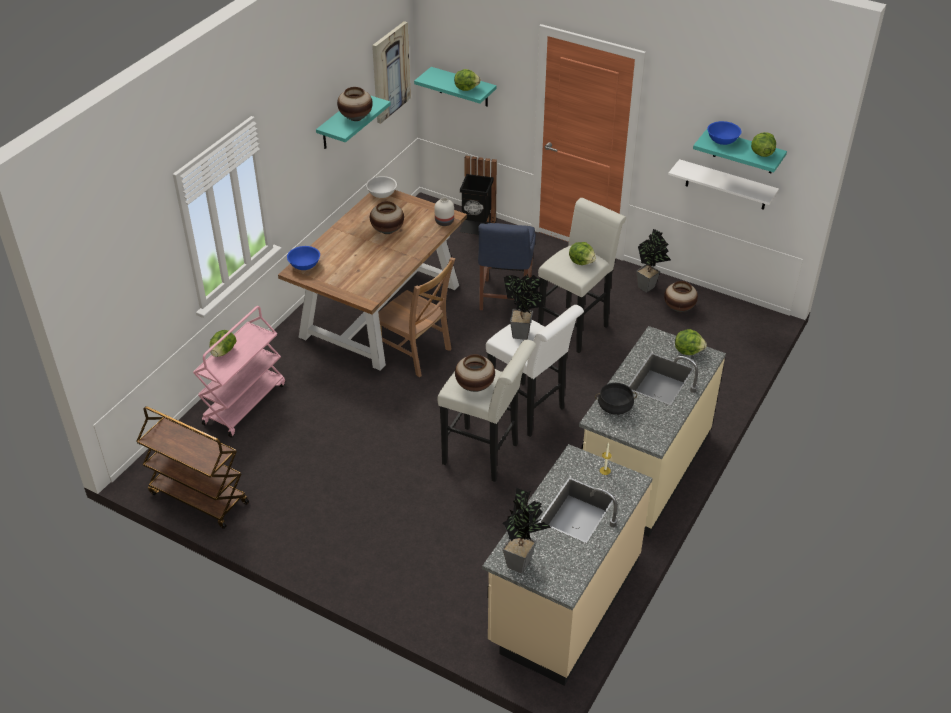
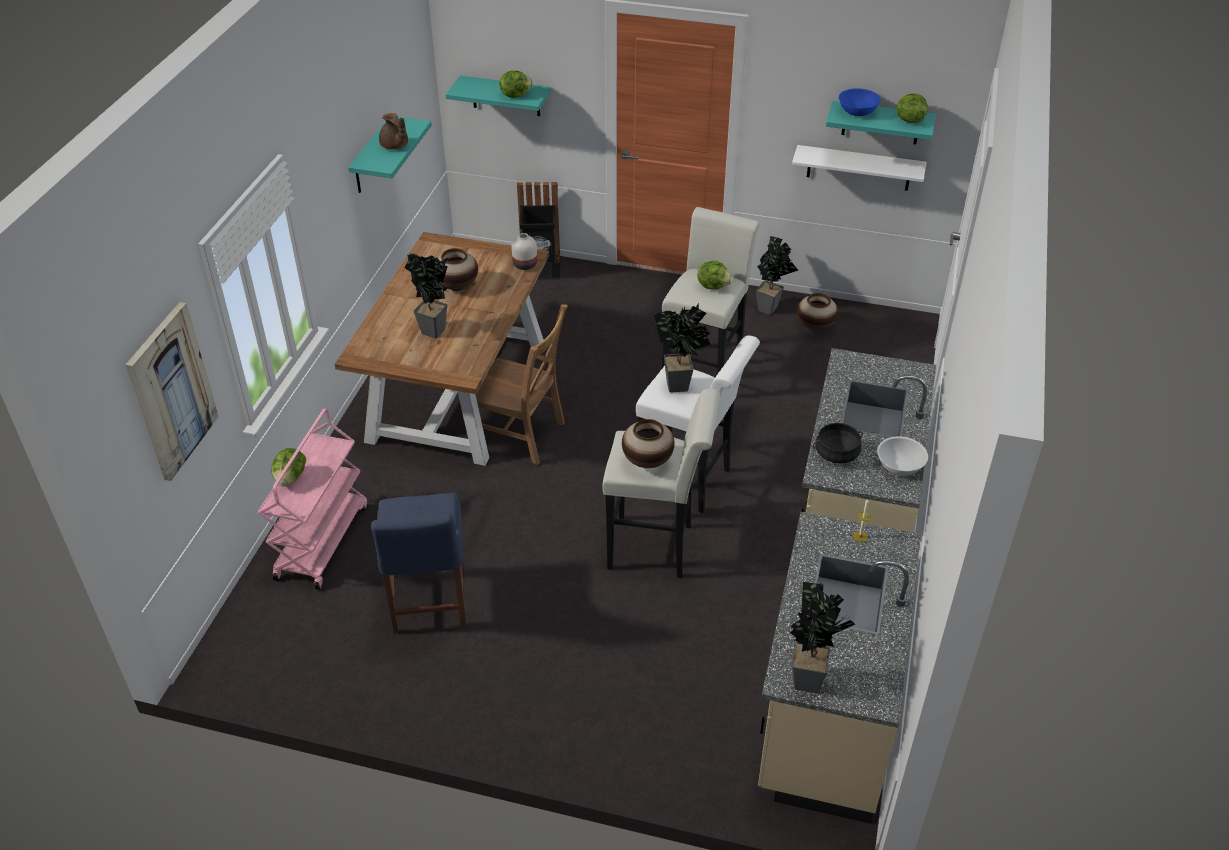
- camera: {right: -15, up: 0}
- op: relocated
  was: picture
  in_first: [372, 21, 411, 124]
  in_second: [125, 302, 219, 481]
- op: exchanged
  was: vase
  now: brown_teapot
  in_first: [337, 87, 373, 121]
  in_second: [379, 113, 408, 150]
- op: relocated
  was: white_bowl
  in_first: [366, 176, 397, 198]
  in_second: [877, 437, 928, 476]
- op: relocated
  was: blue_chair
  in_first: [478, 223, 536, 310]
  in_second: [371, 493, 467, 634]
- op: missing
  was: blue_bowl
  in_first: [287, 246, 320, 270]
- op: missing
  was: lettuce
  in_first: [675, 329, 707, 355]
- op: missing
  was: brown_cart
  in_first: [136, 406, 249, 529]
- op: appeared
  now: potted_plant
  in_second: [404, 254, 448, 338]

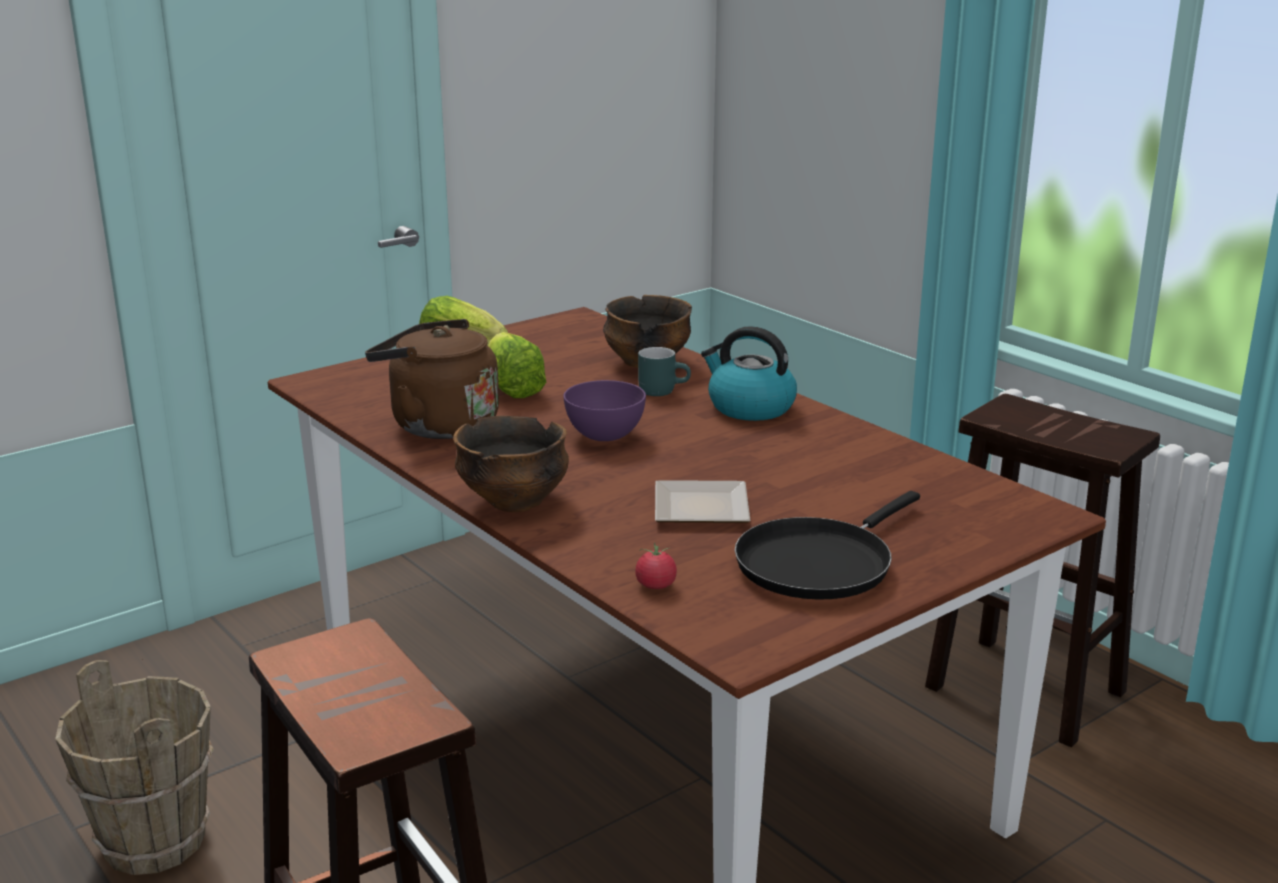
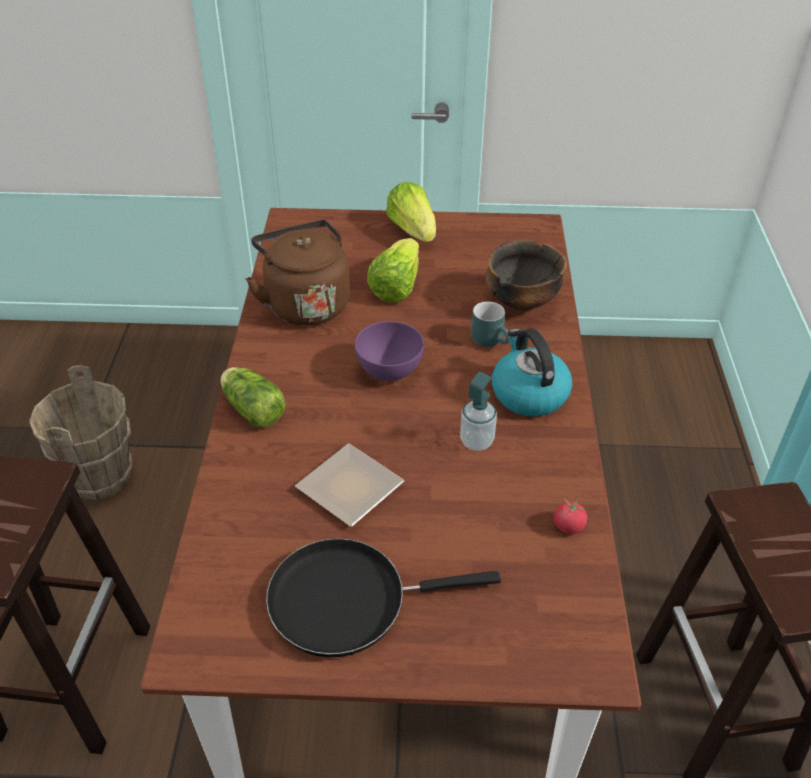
- camera: {right: 40, up: 20}
- op: exchanged
  was: bowl
  now: lettuce
  in_first: [453, 416, 569, 512]
  in_second: [221, 367, 286, 428]
- op: relocated
  was: tomato
  in_first: [635, 542, 677, 589]
  in_second: [554, 498, 587, 534]
- op: appeared
  now: soap_dispenser
  in_second: [460, 372, 497, 451]

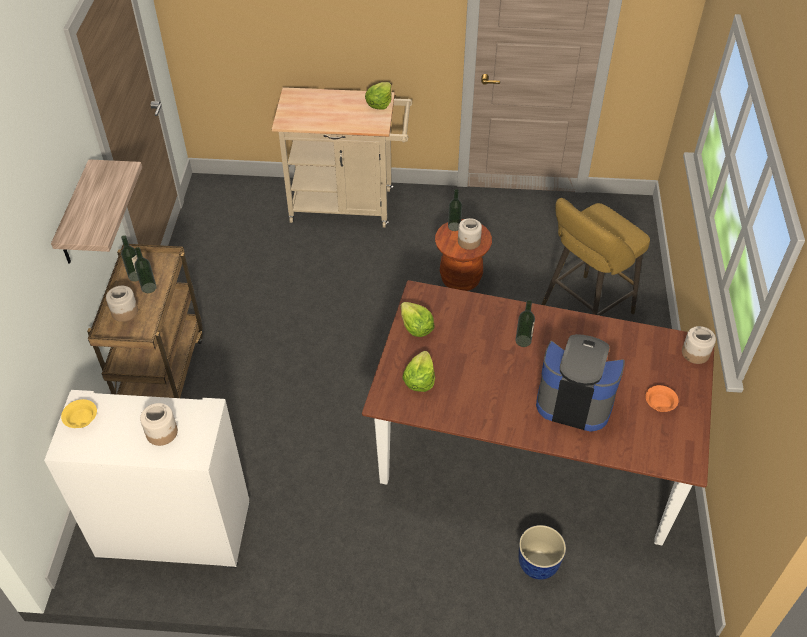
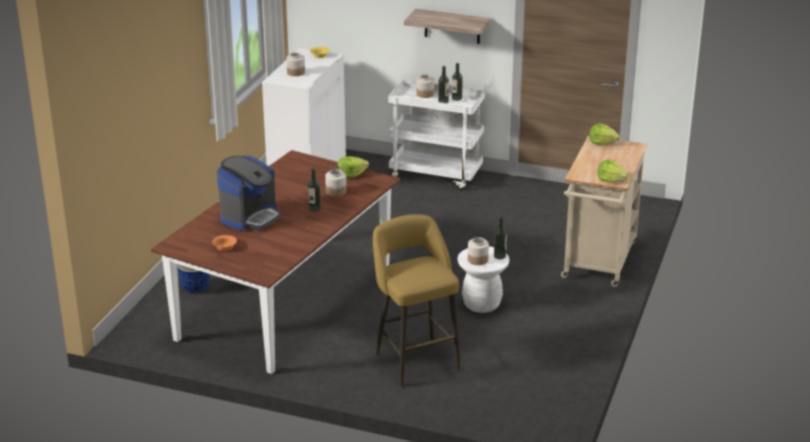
- camera: {right: 105, up: -20}
- op: colour
  was: brown_stool
  now: white_stool
  in_first: [435, 219, 492, 291]
  in_second: [457, 246, 510, 313]
- op: colour
  was: brown_cart
  now: white_cart
  in_first: [87, 244, 203, 398]
  in_second: [388, 79, 485, 190]
- op: relocated
  was: jar
  in_first: [682, 326, 716, 364]
  in_second: [325, 169, 346, 197]
- op: relocated
  was: lettuce
  in_first: [402, 351, 435, 392]
  in_second: [589, 124, 620, 145]

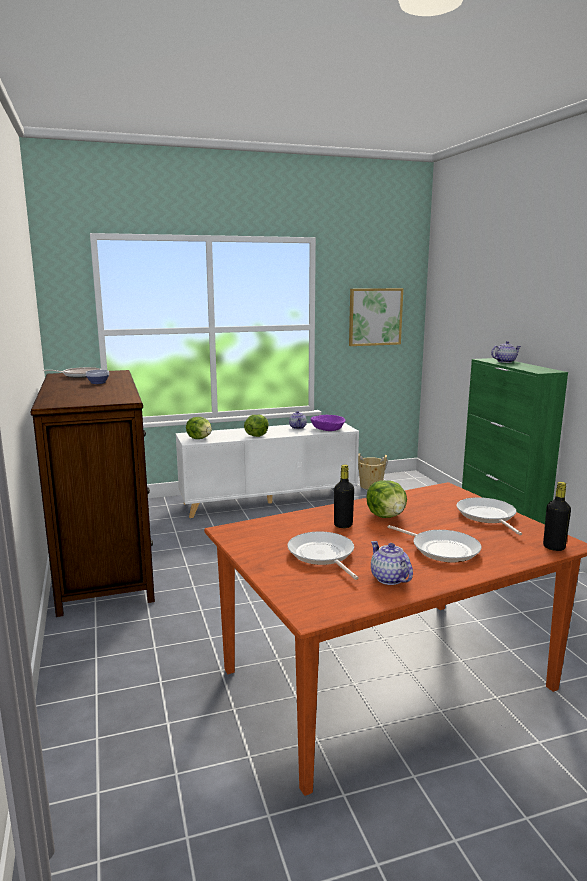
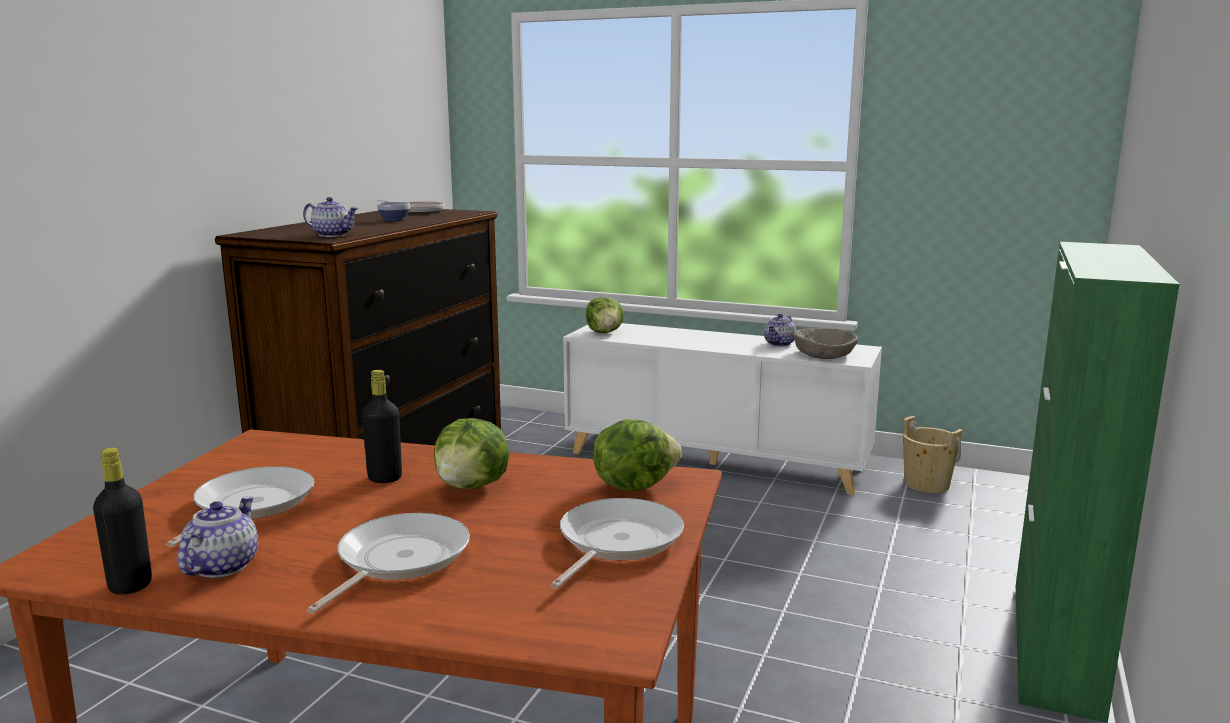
- camera: {right: 40, up: 0}
- op: missing
  was: picture
  in_first: [349, 288, 403, 346]
- op: relocated
  was: teapot
  in_first: [491, 341, 521, 363]
  in_second: [303, 197, 358, 237]
- op: relocated
  was: lettuce
  in_first: [244, 415, 269, 437]
  in_second: [593, 419, 682, 491]
- op: colour
  was: purple_bowl
  now: beige_bowl
  in_first: [311, 415, 345, 431]
  in_second: [793, 328, 858, 359]
- op: relocated
  was: black_bottle
  in_first: [543, 482, 571, 551]
  in_second: [93, 448, 152, 595]
- op: spun
  was: frying_pan
  in_first: [388, 525, 482, 563]
  in_second: [307, 513, 470, 614]
  clockwise: -150

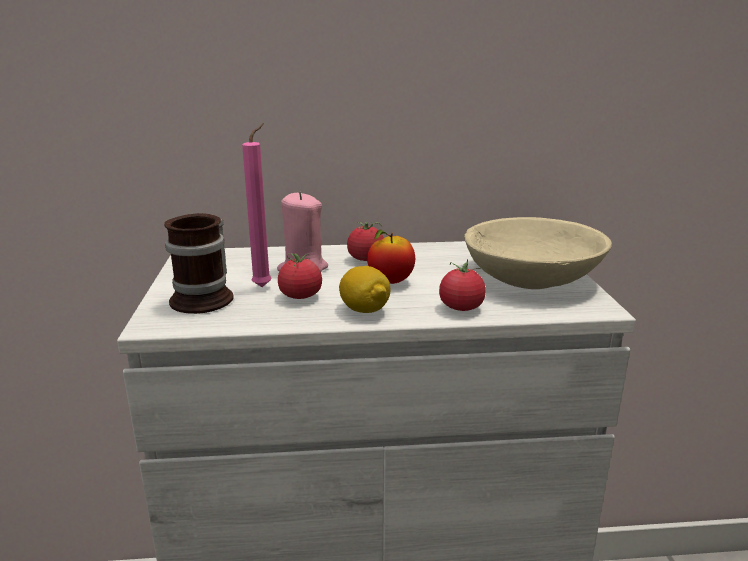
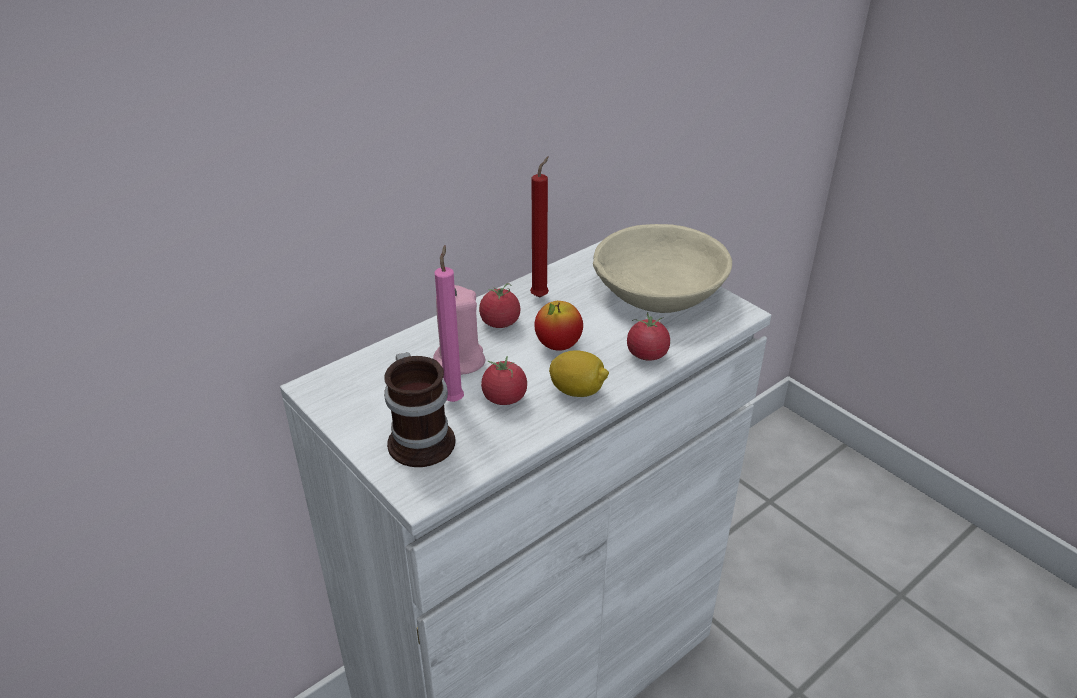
- camera: {right: -35, up: 15}
- op: appeared
  now: red_candle
  in_second: [530, 156, 549, 298]

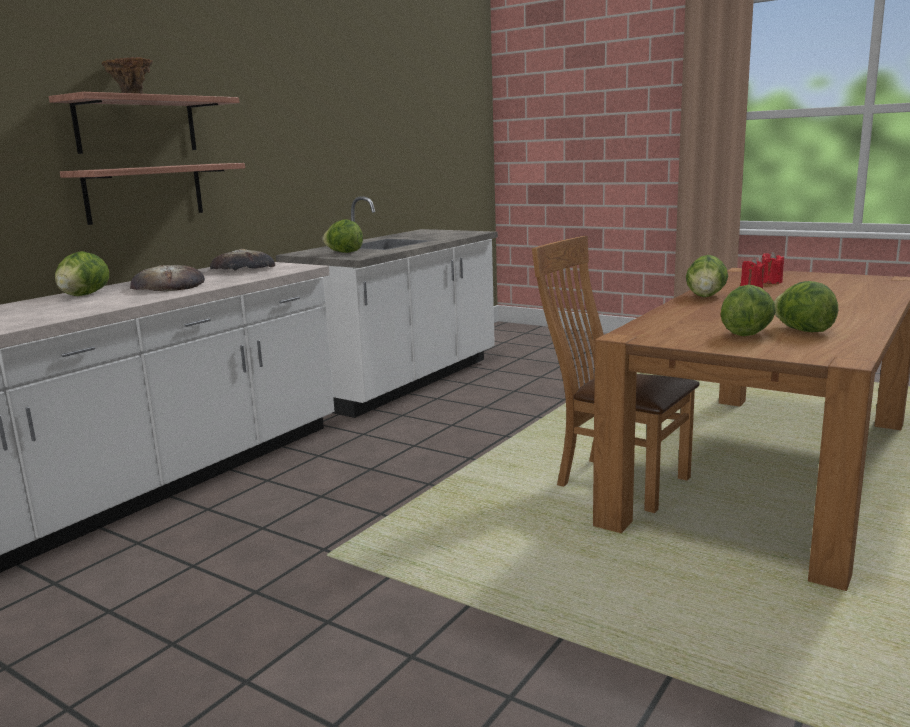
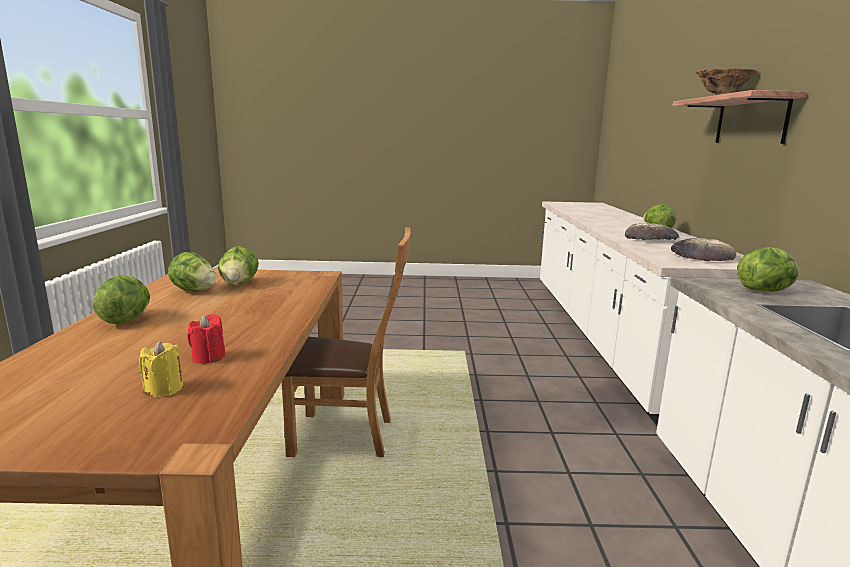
- camera: {right: 145, up: 0}
- op: missing
  was: shelf
  in_first: [60, 163, 245, 225]
- op: colour
  was: red_candle
  now: yellow_candle
  in_first: [762, 252, 784, 284]
  in_second: [139, 341, 183, 397]
- op: relocated
  was: lettuce
  in_first: [686, 255, 728, 297]
  in_second: [92, 275, 150, 324]

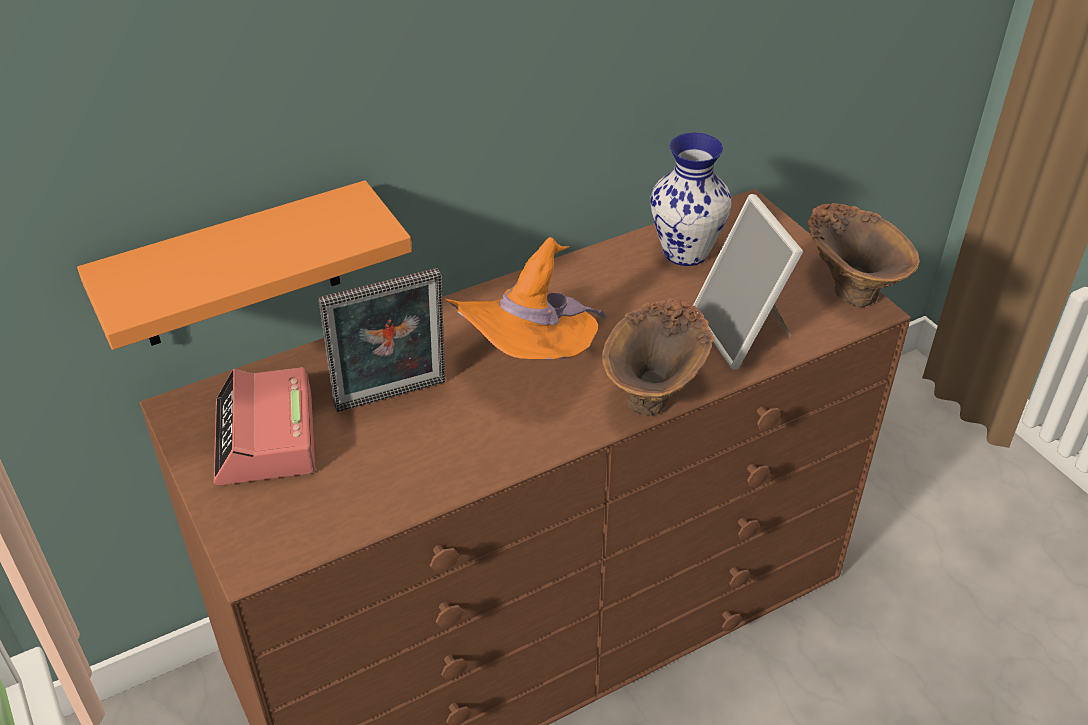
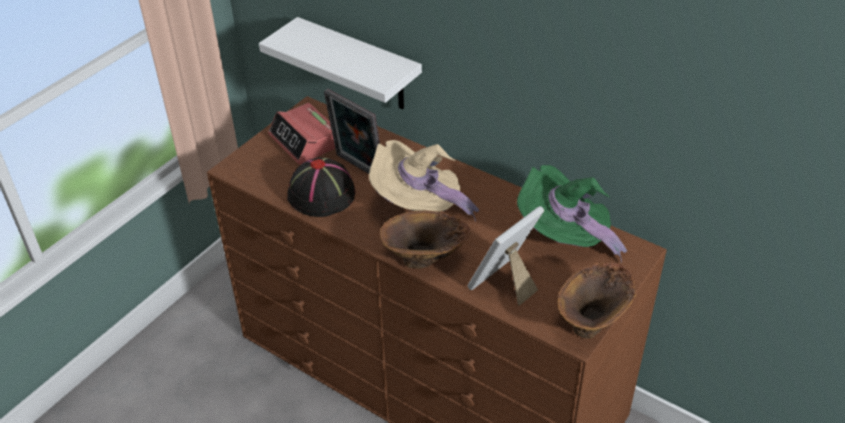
- camera: {right: 65, up: 0}
- op: exchanged
  was: vase
  now: green_hat
  in_first: [651, 133, 732, 266]
  in_second: [517, 165, 627, 262]
- op: colour
  was: orange_shelf
  now: white_shelf
  in_first: [77, 180, 412, 350]
  in_second: [259, 17, 422, 109]
- op: colour
  was: orange_hat
  now: beige_hat
  in_first: [445, 237, 606, 359]
  in_second: [369, 140, 479, 221]
- op: spun
  was: alarm_clock
  in_first: [214, 367, 315, 485]
  in_second: [268, 103, 335, 165]
  clockwise: -90
- op: appeared
  now: black_hat
  in_second: [287, 157, 355, 217]

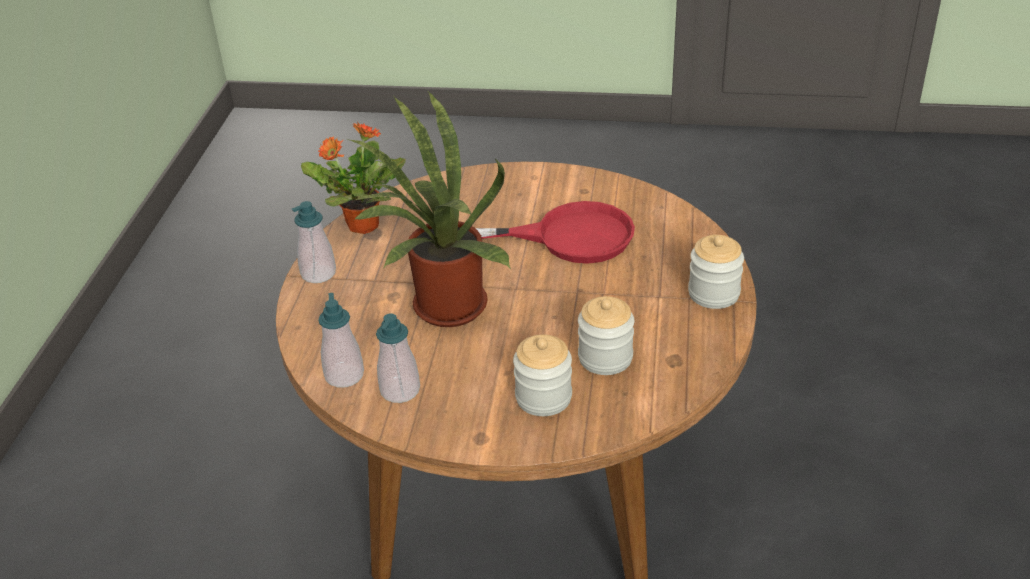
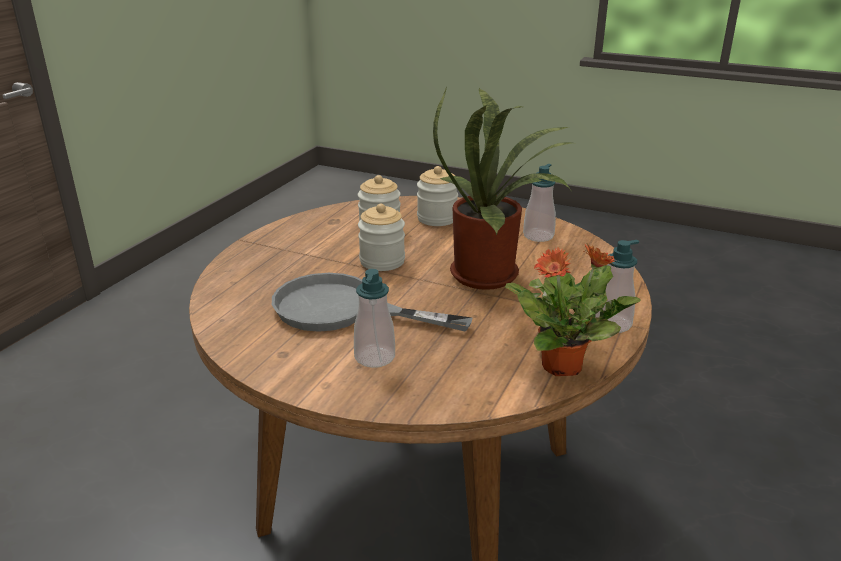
- camera: {right: -165, up: -10}
- op: colour
  was: red_frying_pan
  now: grey_frying_pan
  in_first: [475, 201, 635, 264]
  in_second: [272, 273, 472, 332]
- op: relocated
  was: jar
  in_first: [688, 235, 744, 309]
  in_second: [358, 204, 405, 271]
- op: relocated
  was: soap_dispenser
  in_first: [318, 293, 364, 388]
  in_second: [354, 269, 395, 368]

